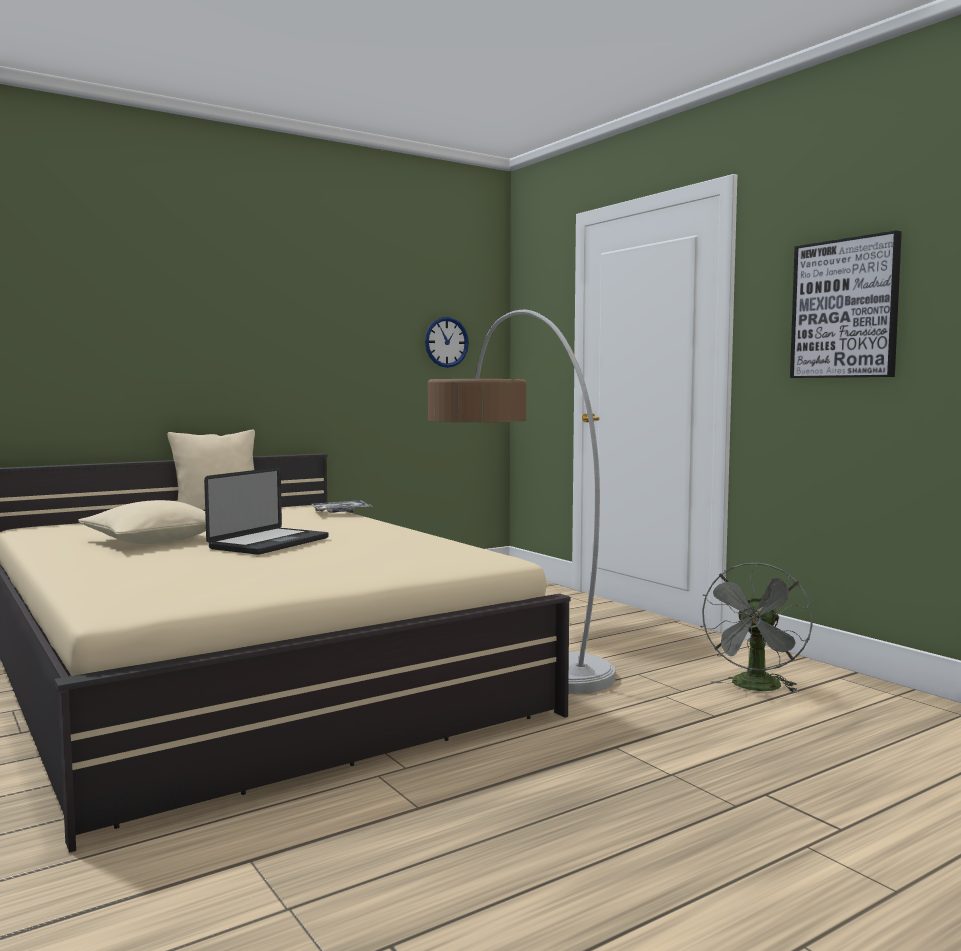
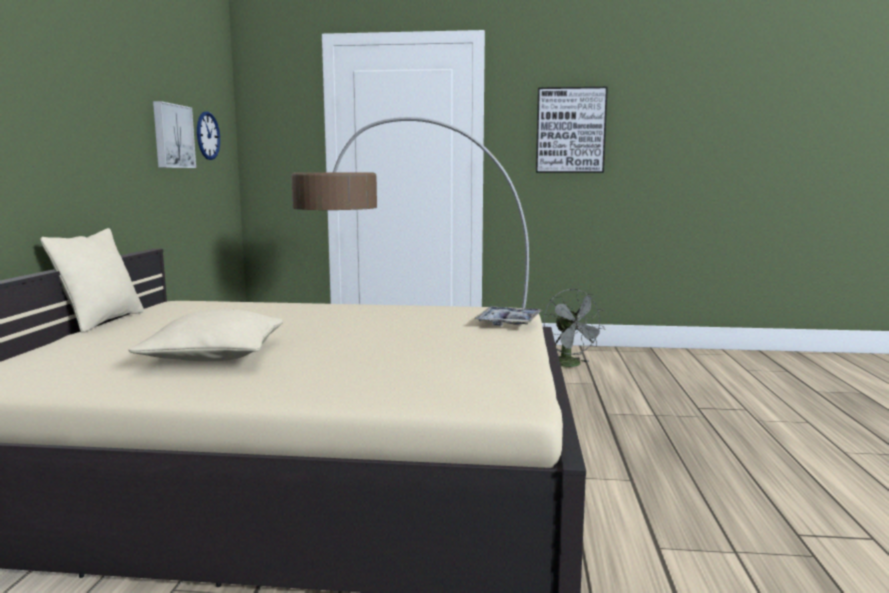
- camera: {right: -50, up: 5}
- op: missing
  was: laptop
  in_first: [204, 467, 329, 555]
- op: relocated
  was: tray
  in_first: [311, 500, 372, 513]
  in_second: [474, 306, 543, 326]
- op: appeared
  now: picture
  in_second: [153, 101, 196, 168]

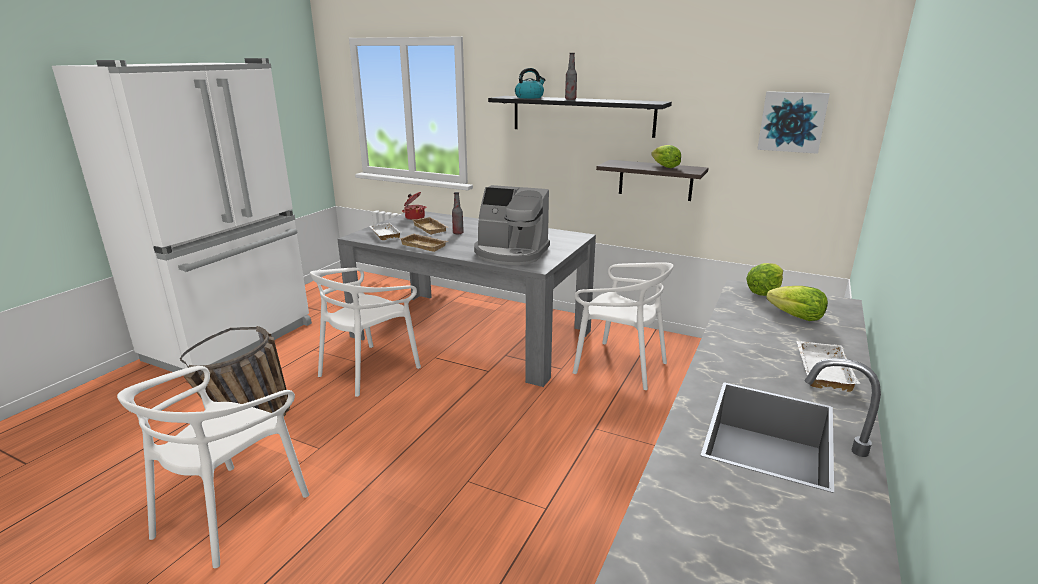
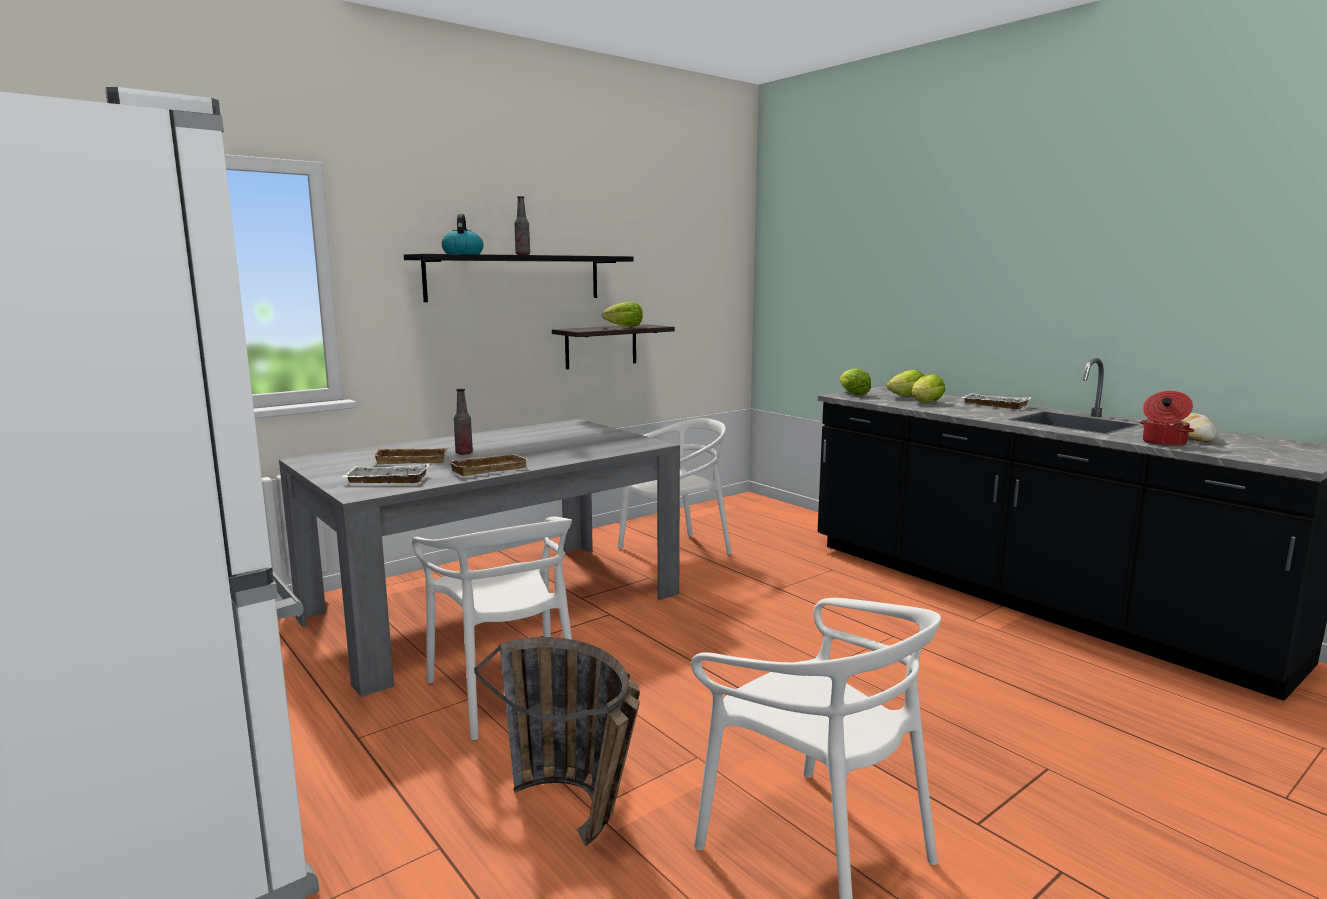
- camera: {right: -65, up: -10}
- op: missing
  was: picture
  in_first: [757, 91, 830, 154]
- op: missing
  was: coffee_machine
  in_first: [474, 185, 550, 265]
- op: relocated
  was: cooking_pot
  in_first: [402, 192, 426, 220]
  in_second: [1140, 391, 1195, 447]
- op: appeared
  now: lettuce
  in_second: [911, 374, 945, 402]
- op: appeared
  now: bread
  in_second: [1181, 413, 1217, 442]

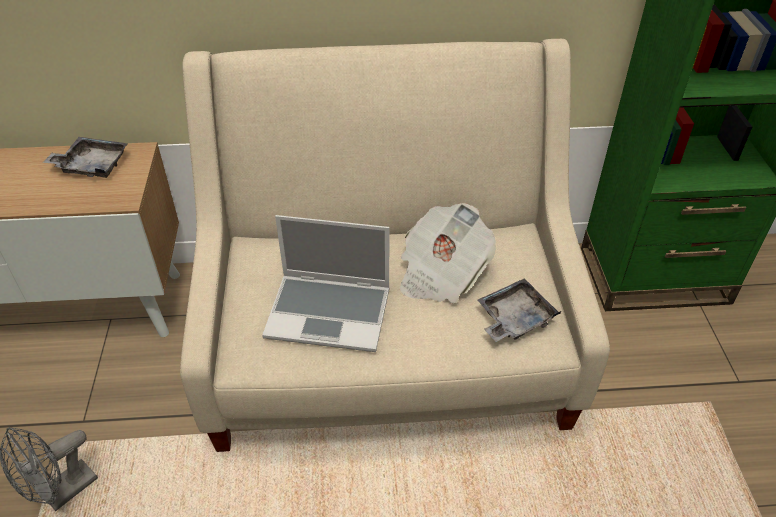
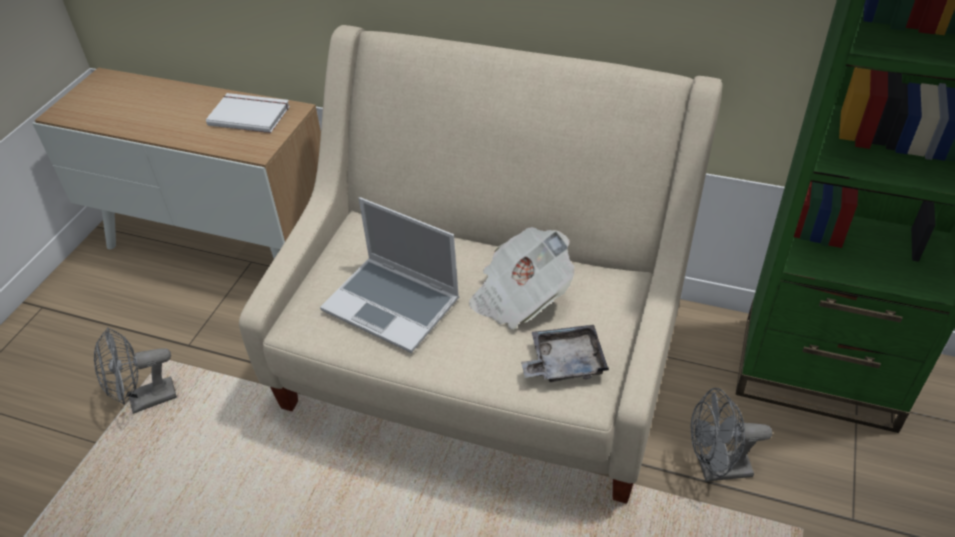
- camera: {right: 25, up: 0}
- op: exchanged
  was: grey_tray
  now: white_book
  in_first: [43, 137, 128, 178]
  in_second: [206, 93, 290, 133]
- op: appeared
  now: grey_fan
  in_second: [691, 388, 772, 482]

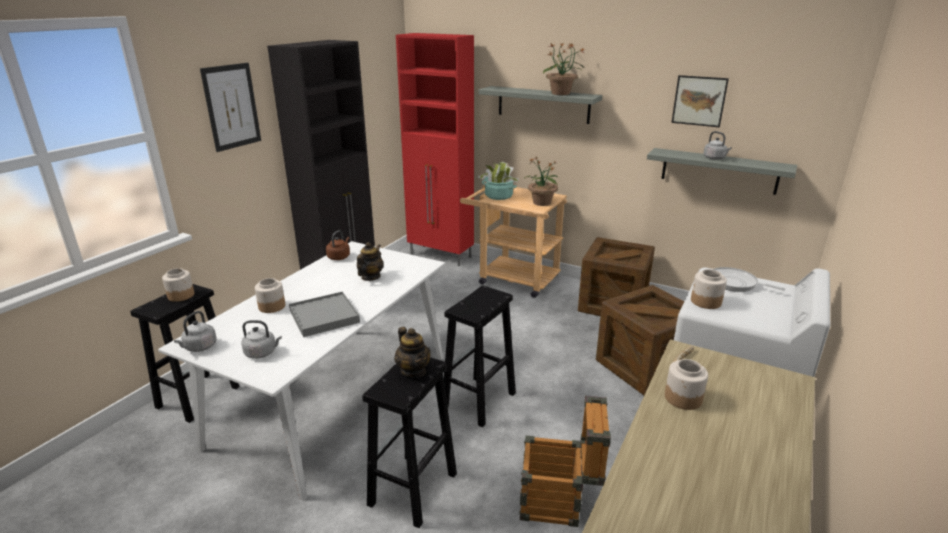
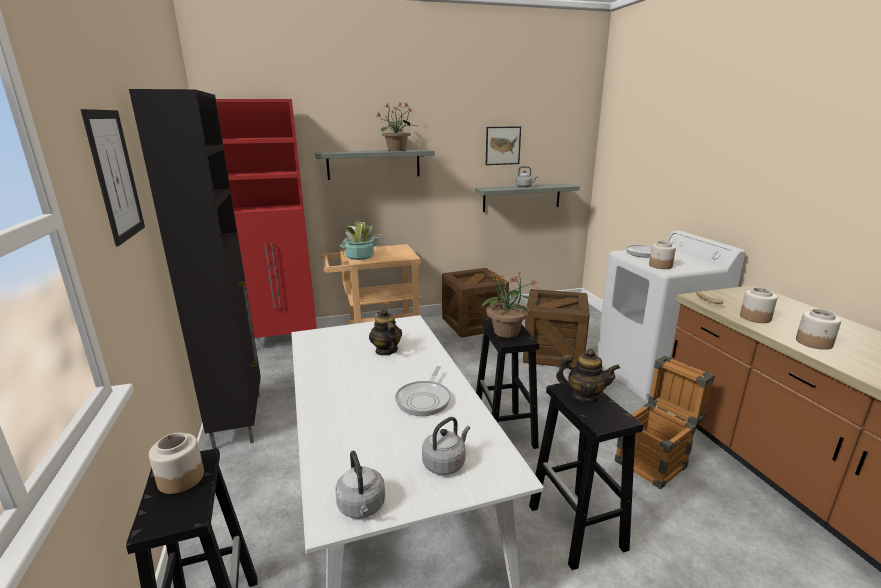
- camera: {right: -45, up: -5}
- op: relocated
  was: potted_plant
  in_first: [525, 156, 558, 206]
  in_second: [482, 271, 538, 337]
- op: missing
  was: brown_kettle
  in_first: [326, 230, 350, 260]
- op: relocated
  was: jar
  in_first: [255, 278, 285, 313]
  in_second: [796, 309, 841, 350]
- op: exchanged
  was: grey_tray
  now: frying_pan
  in_first: [289, 292, 360, 337]
  in_second: [395, 366, 451, 416]

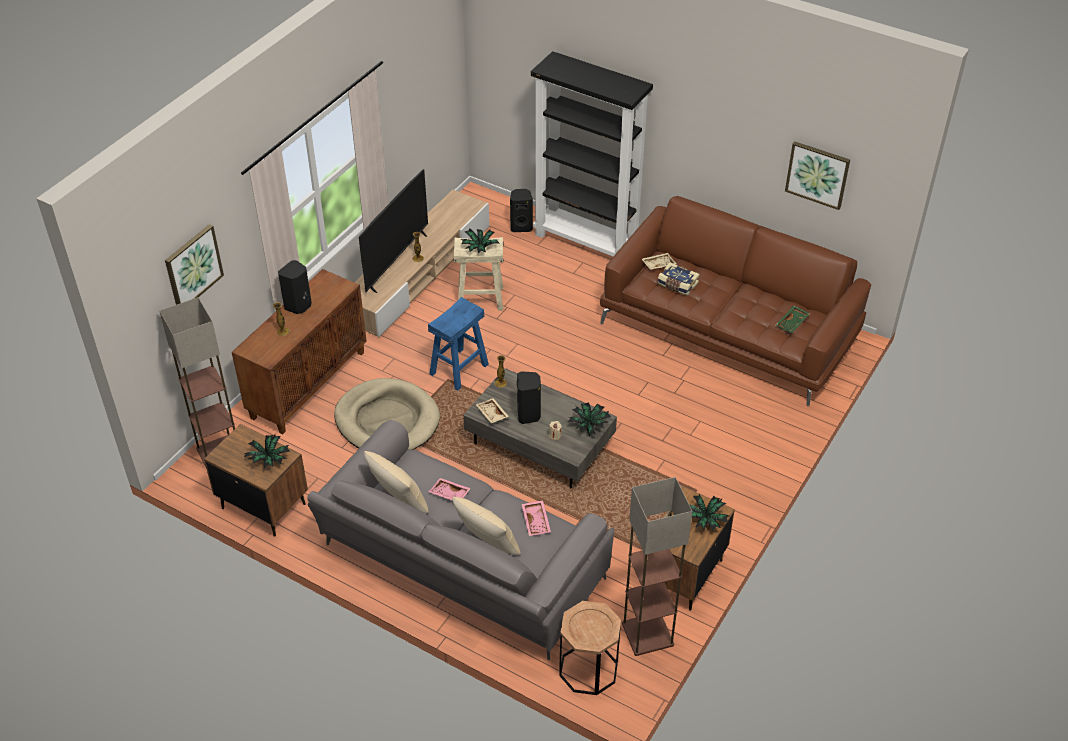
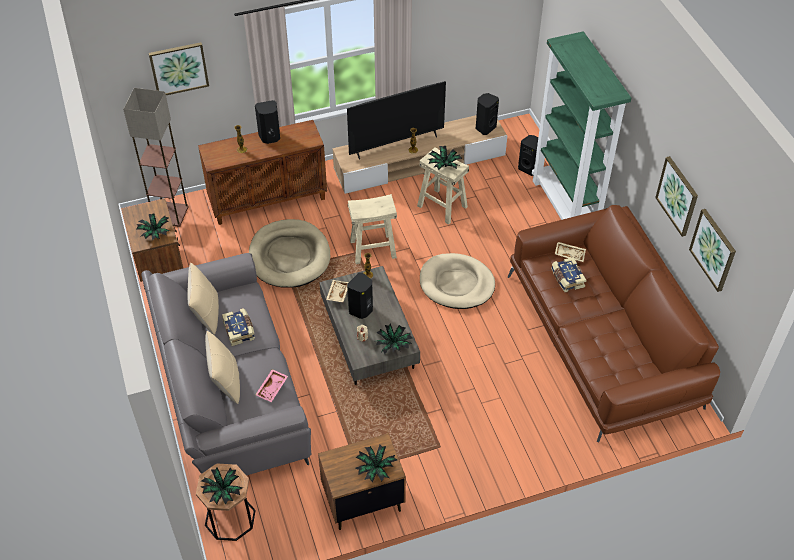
- camera: {right: 40, up: 5}
- op: colour
  was: black_bookcase
  now: green_bookcase
  in_first: [531, 51, 653, 257]
  in_second: [532, 31, 631, 220]
- op: colour
  was: blue_stool
  now: beige_stool
  in_first: [428, 297, 489, 391]
  in_second: [348, 194, 397, 264]
- op: missing
  was: green_tray
  in_first: [776, 306, 810, 333]
- op: missing
  was: floor_lamp
  in_first: [622, 477, 692, 656]
- op: exchanged
  was: pink_tray
  now: book
  in_first: [429, 478, 471, 501]
  in_second: [222, 308, 255, 346]
- op: appeared
  now: black_speaker
  in_second: [476, 93, 499, 135]
- op: appeared
  now: picture
  in_second: [655, 156, 698, 237]
- op: appeared
  now: beige_dog_bed
  in_second: [420, 253, 495, 309]
- op: appeared
  now: potted_plant
  in_second: [201, 467, 243, 505]

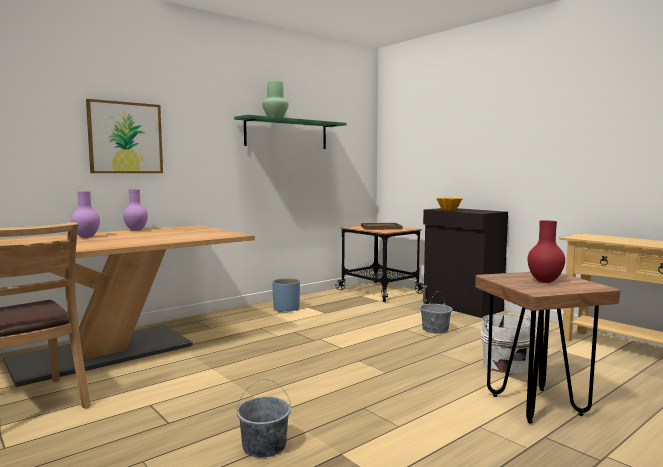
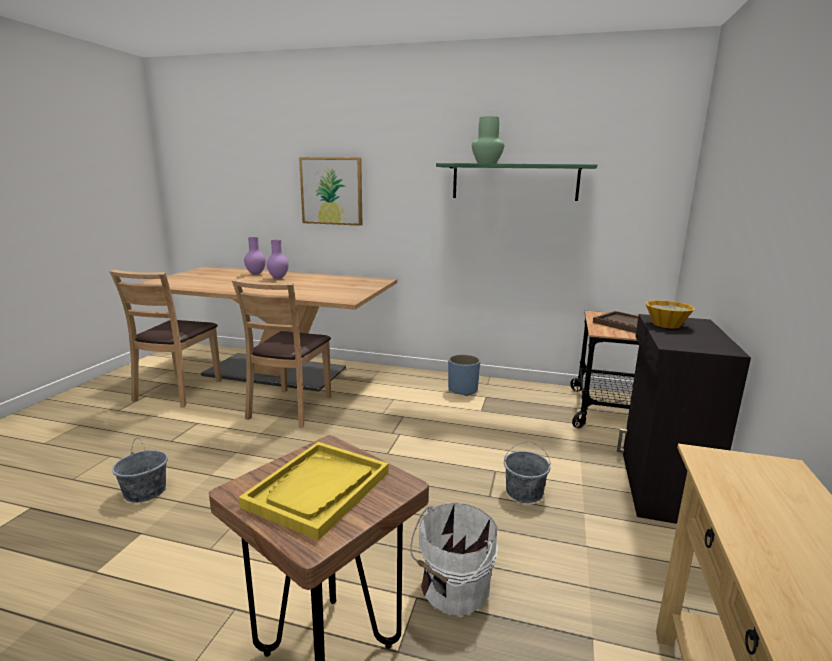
- camera: {right: 55, up: 10}
- op: relocated
  was: purple_vase
  in_first: [123, 189, 148, 231]
  in_second: [244, 237, 266, 275]
- op: exchanged
  was: red_vase
  now: yellow_tray
  in_first: [528, 220, 565, 283]
  in_second: [239, 442, 388, 541]
- op: appeared
  now: brown_chair
  in_second: [232, 279, 331, 427]

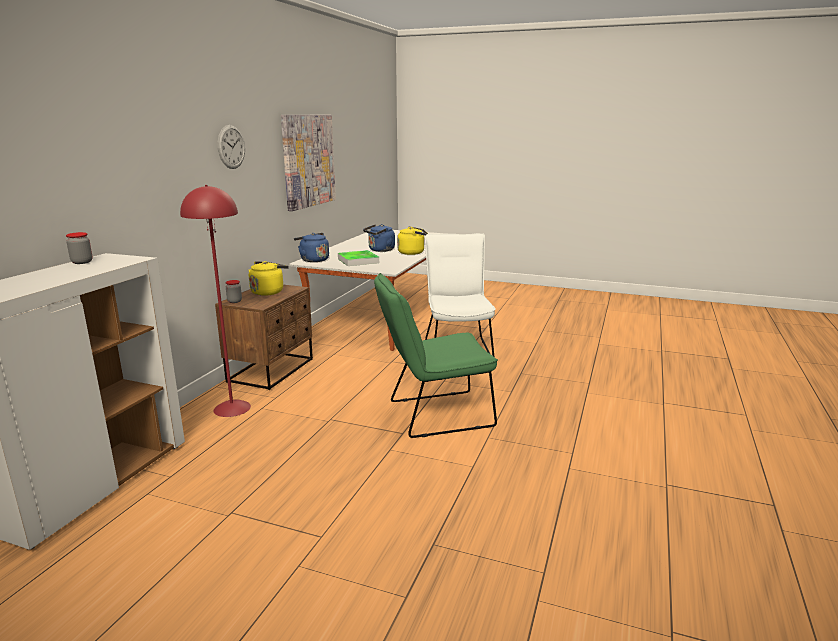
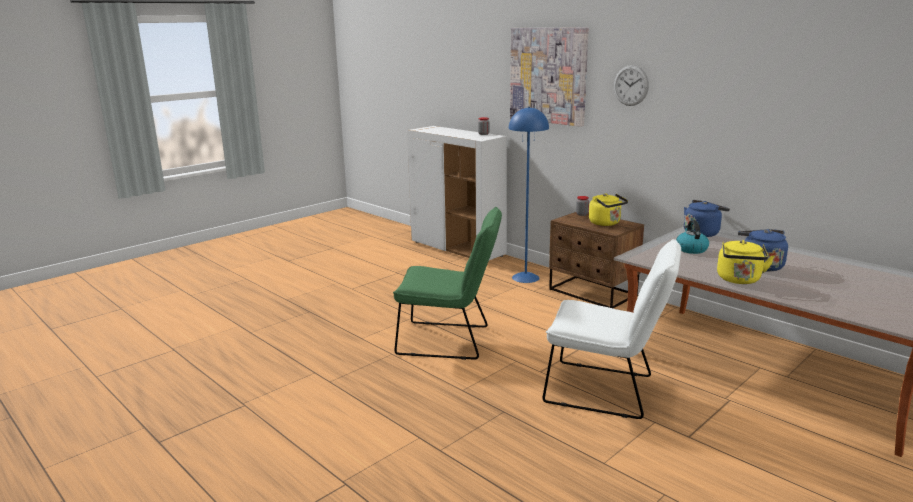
- camera: {right: 115, up: 0}
- op: relocated
  was: picture
  in_first: [281, 115, 336, 211]
  in_second: [510, 27, 589, 127]
- op: colour
  was: red_floor_lamp
  now: blue_floor_lamp
  in_first: [180, 185, 251, 417]
  in_second: [509, 107, 549, 283]
- op: exchanged
  was: tray
  now: kettle
  in_first: [338, 250, 379, 266]
  in_second: [676, 220, 709, 254]
- op: spun
  was: green_chair
  in_first: [374, 273, 498, 438]
  in_second: [393, 207, 502, 360]
  clockwise: 90

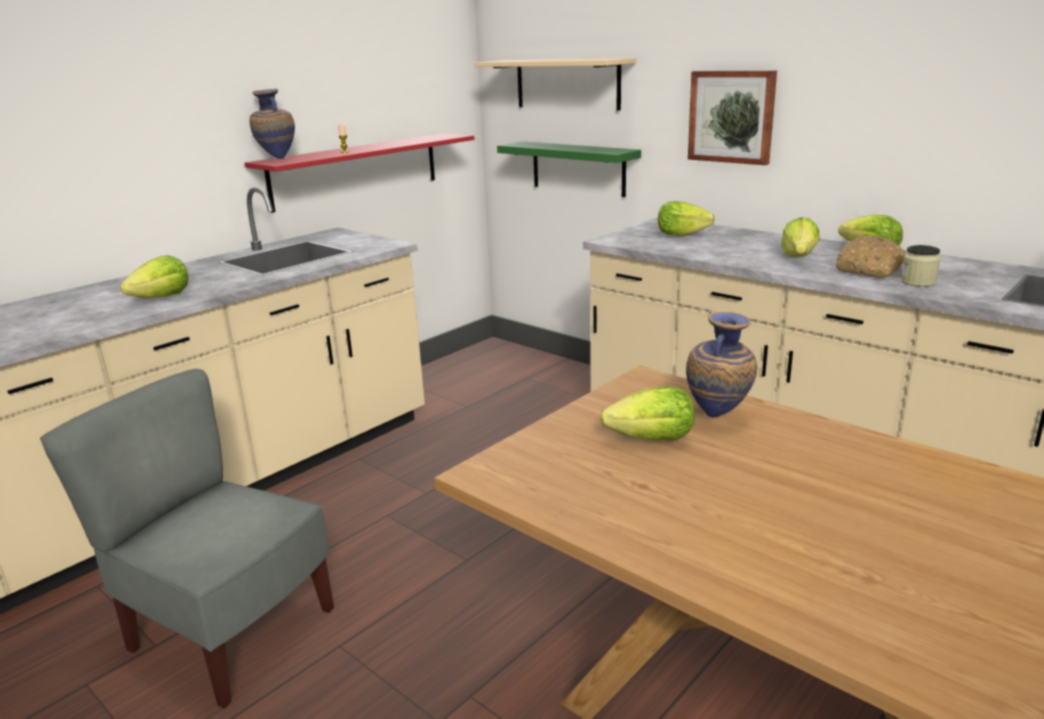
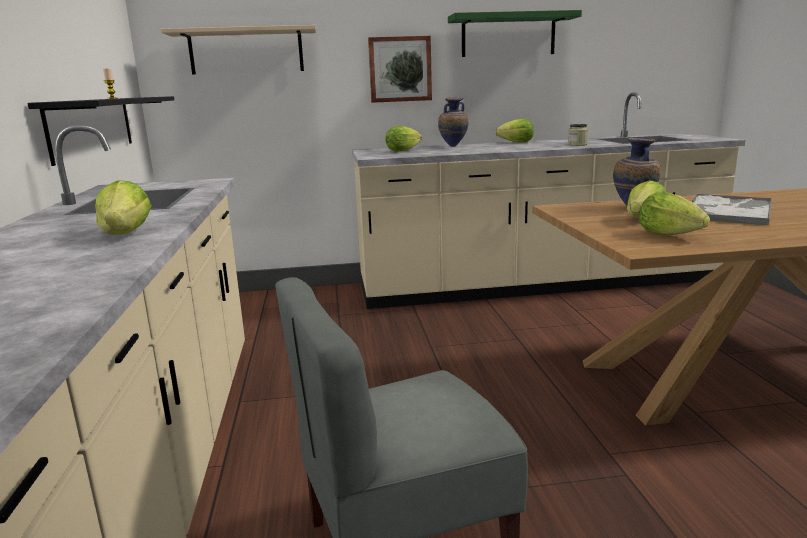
- camera: {right: -50, up: -5}
- op: relocated
  was: vase
  in_first: [250, 89, 295, 159]
  in_second: [438, 97, 468, 147]
- op: colour
  was: red_shelf
  now: black_shelf
  in_first: [245, 133, 474, 213]
  in_second: [27, 96, 174, 166]
- op: relocated
  was: green_shelf
  in_first: [497, 141, 641, 197]
  in_second: [448, 10, 582, 57]
- op: relocated
  was: lettuce
  in_first: [781, 217, 820, 257]
  in_second: [639, 192, 710, 235]
- op: missing
  was: bread
  in_first: [836, 236, 905, 278]
- op: appeared
  now: tray
  in_second: [692, 194, 772, 225]

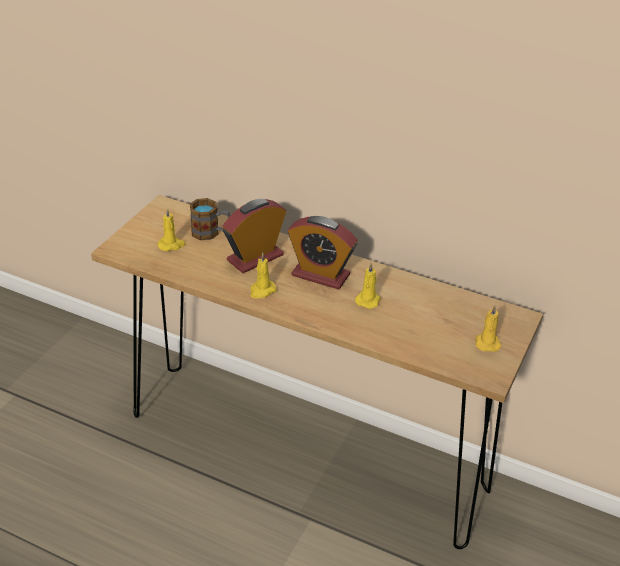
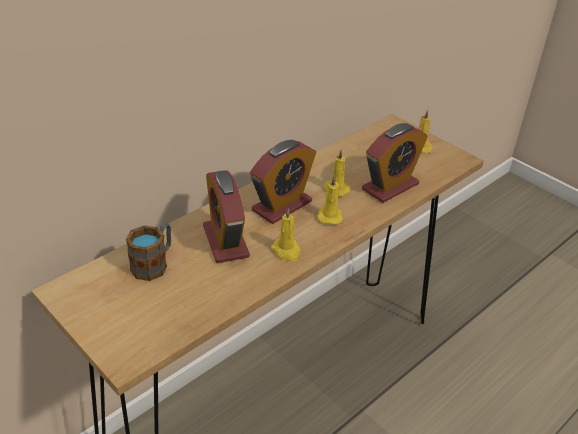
- camera: {right: -70, up: 0}
- op: relocated
  was: yellow_candle
  in_first: [157, 208, 186, 251]
  in_second: [317, 176, 343, 225]
- op: appeared
  now: alarm_clock
  in_second: [362, 123, 428, 203]

